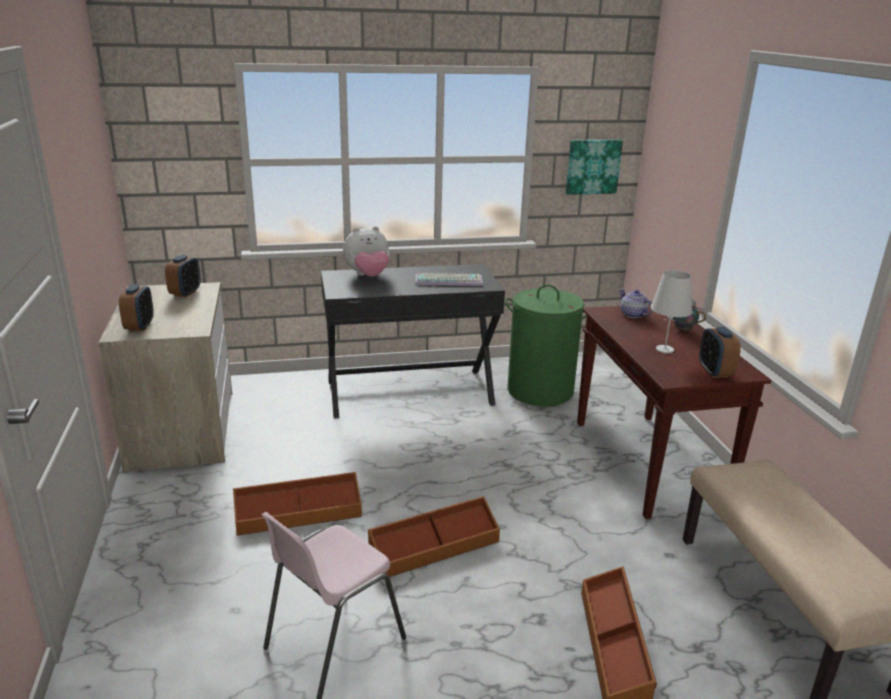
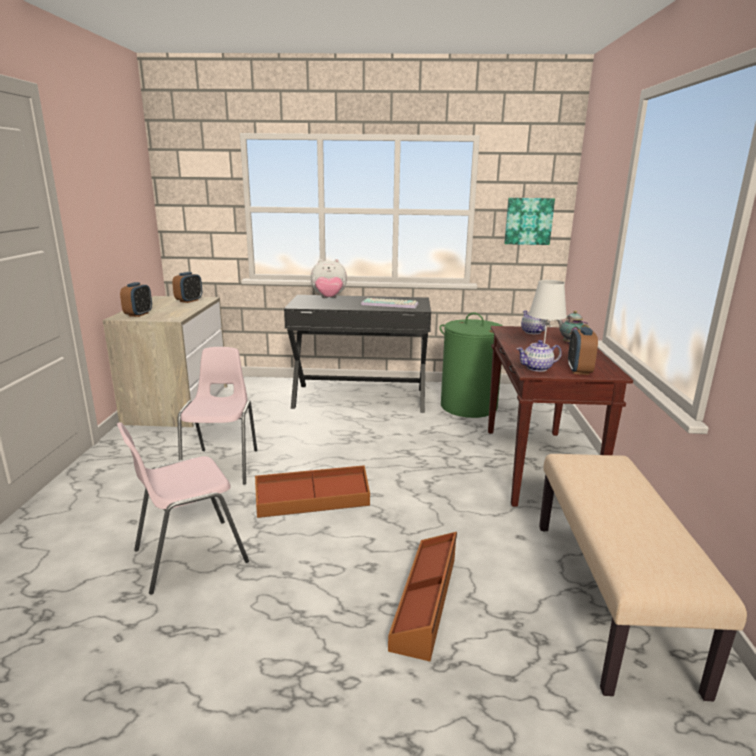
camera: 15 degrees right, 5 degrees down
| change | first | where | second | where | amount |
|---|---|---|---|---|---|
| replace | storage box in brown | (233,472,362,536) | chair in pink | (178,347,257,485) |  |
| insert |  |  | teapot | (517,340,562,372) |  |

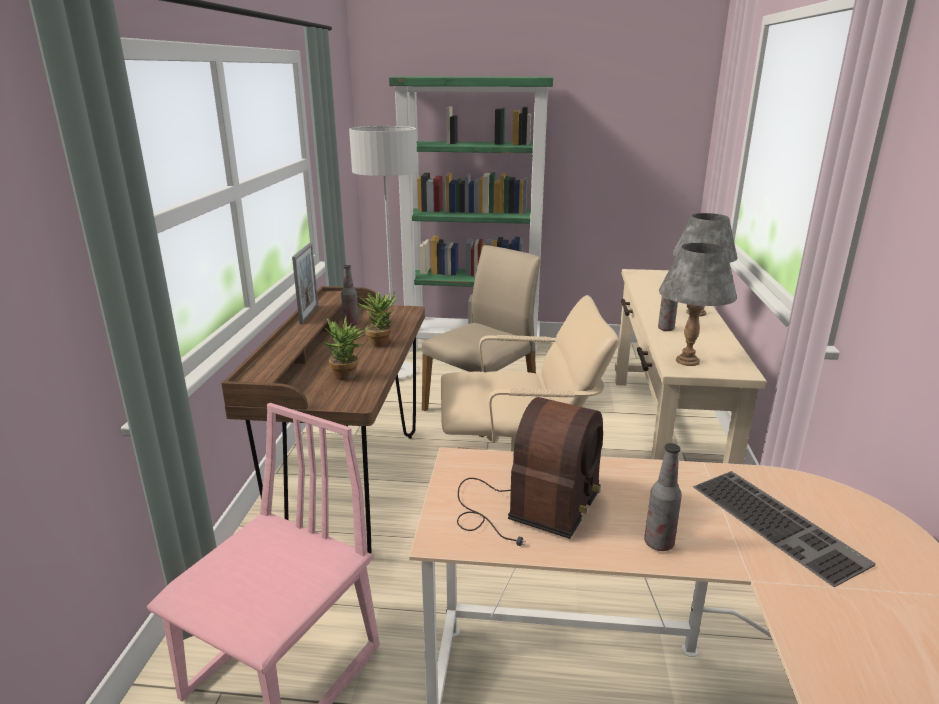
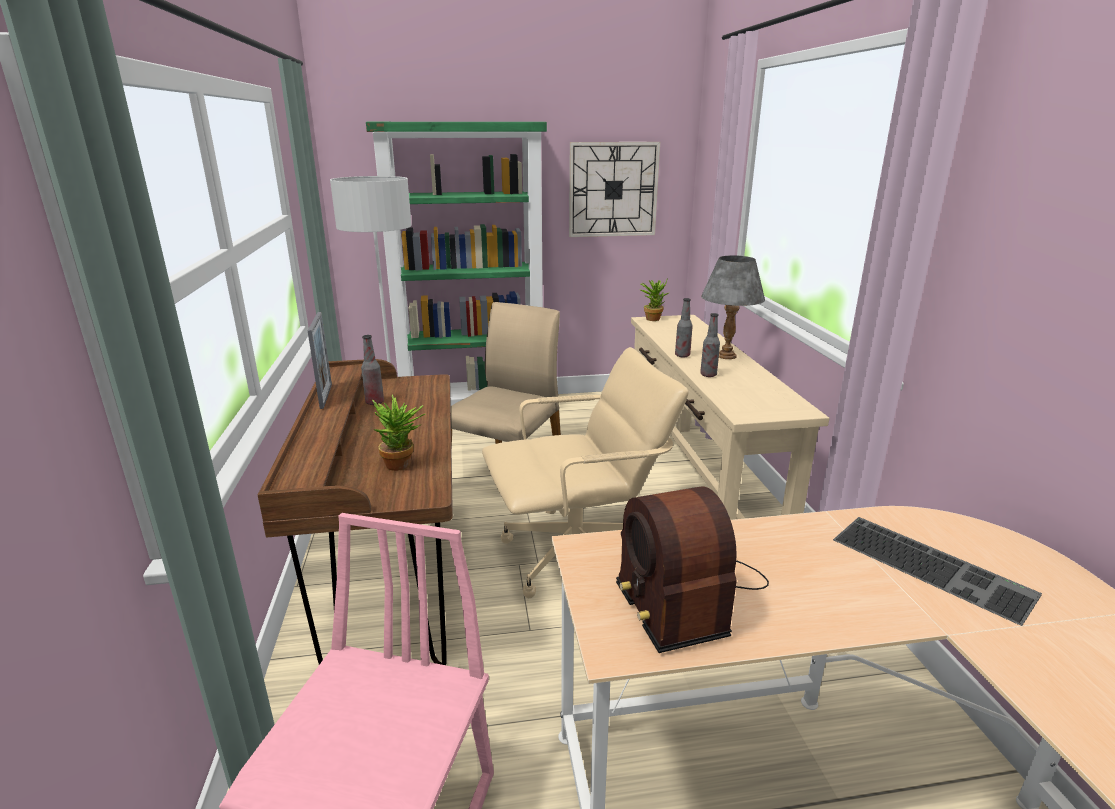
camera: 15 degrees left, 0 degrees up
| change | first | where | second | where | amount |
|---|---|---|---|---|---|
| insert |  |  | wall clock | (569,142,660,237) |  |
| rotate | radio | (457,397,603,546) |  | (616,486,769,653) | 150 degrees clockwise |
| move | potted plant | (357,291,397,347) |  | (639,280,668,321) |  |
| move | bottle | (644,443,682,551) |  | (675,298,693,357) |  |
| delete | table lamp in grey | (659,243,737,366) |  |  |  |

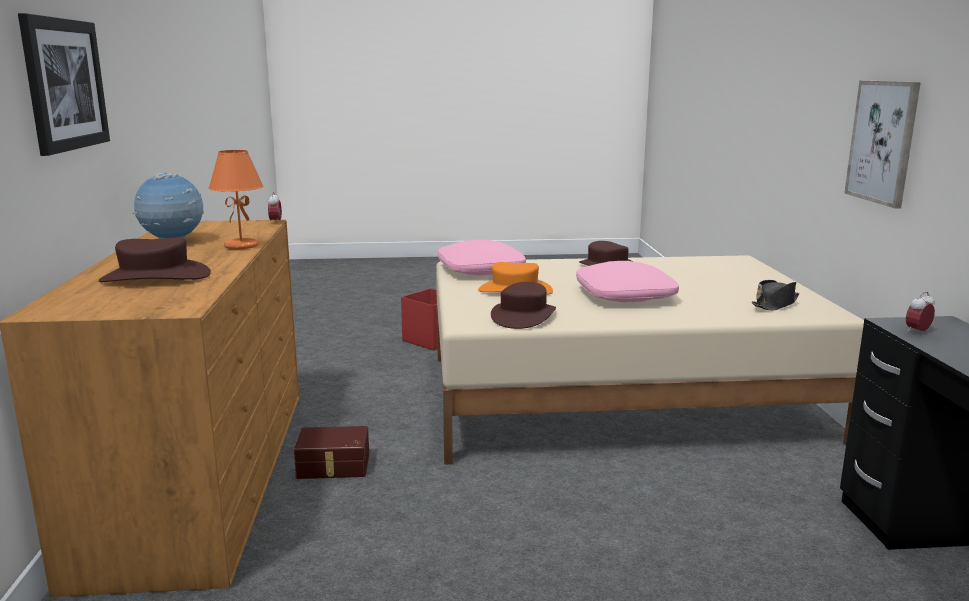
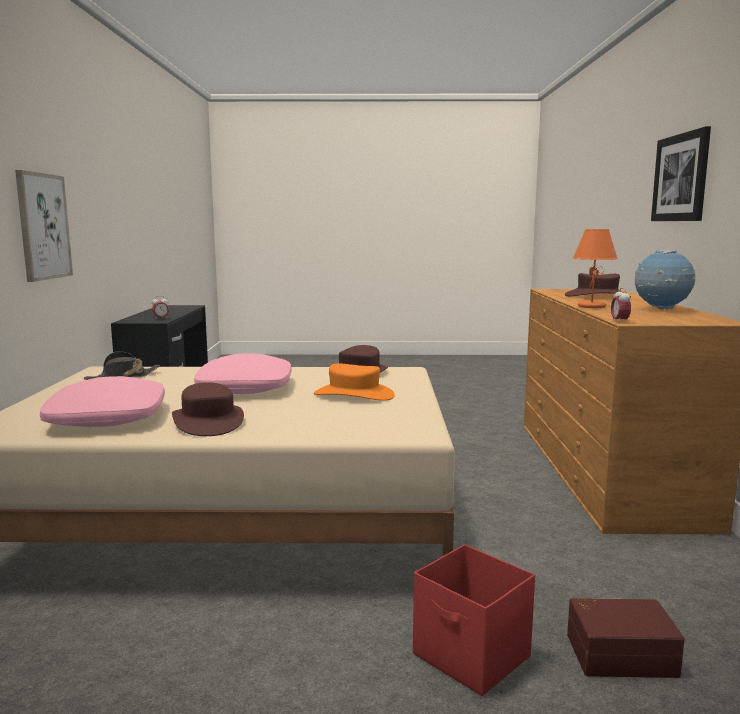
camera: 175 degrees left, 5 degrees down
| change | first | where | second | where | amount |
|---|---|---|---|---|---|
| move | pillow in pink | (438,239,526,275) |  | (40,376,165,427) |  |
| move | storage box in brown | (294,426,369,479) |  | (567,598,685,678) |  |

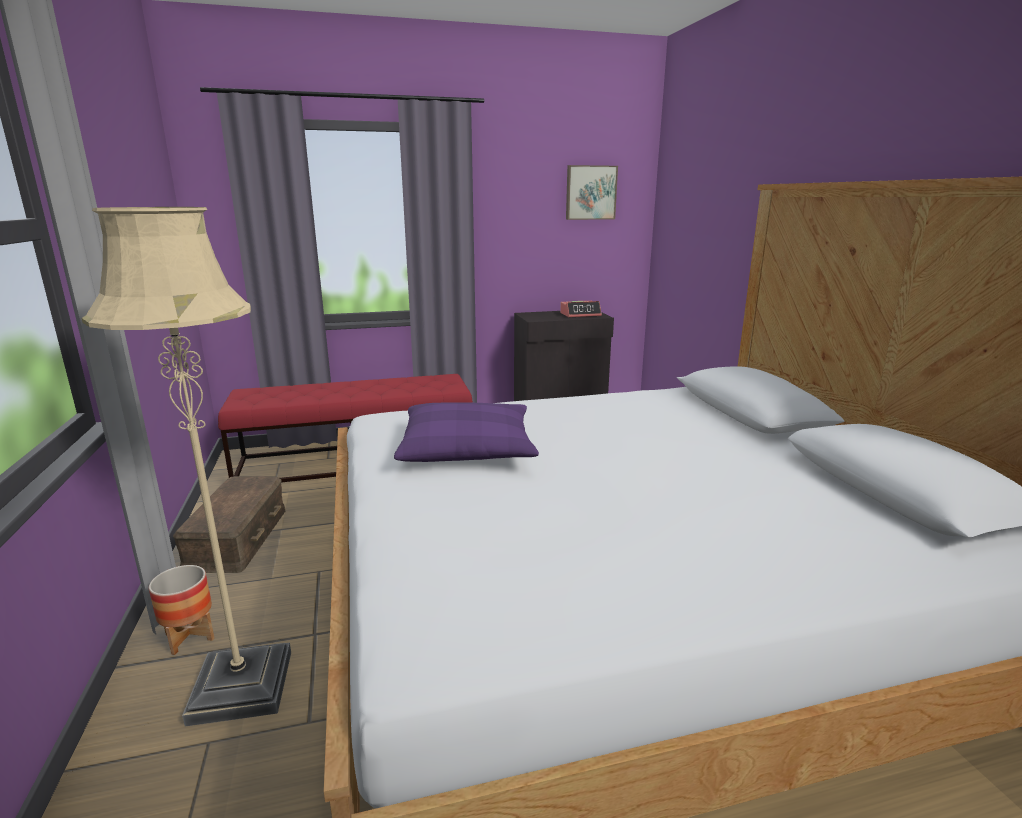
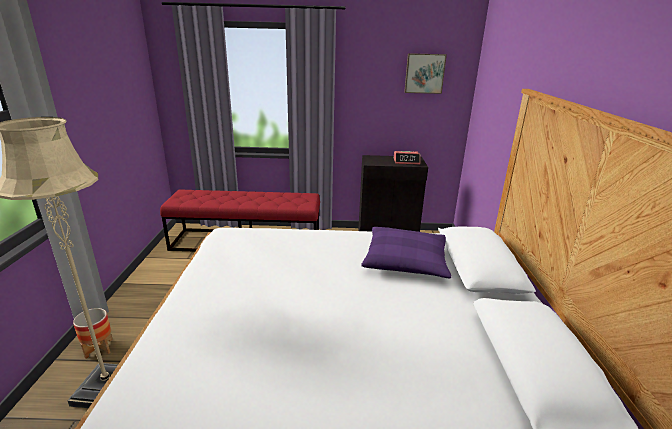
camera: 15 degrees right, 5 degrees up
| change | first | where | second | where | amount |
|---|---|---|---|---|---|
| move | pillow in purple | (394,402,539,462) |  | (361,227,451,278) |  |
| delete | storage box in brown | (173,476,285,573) |  |  |  |

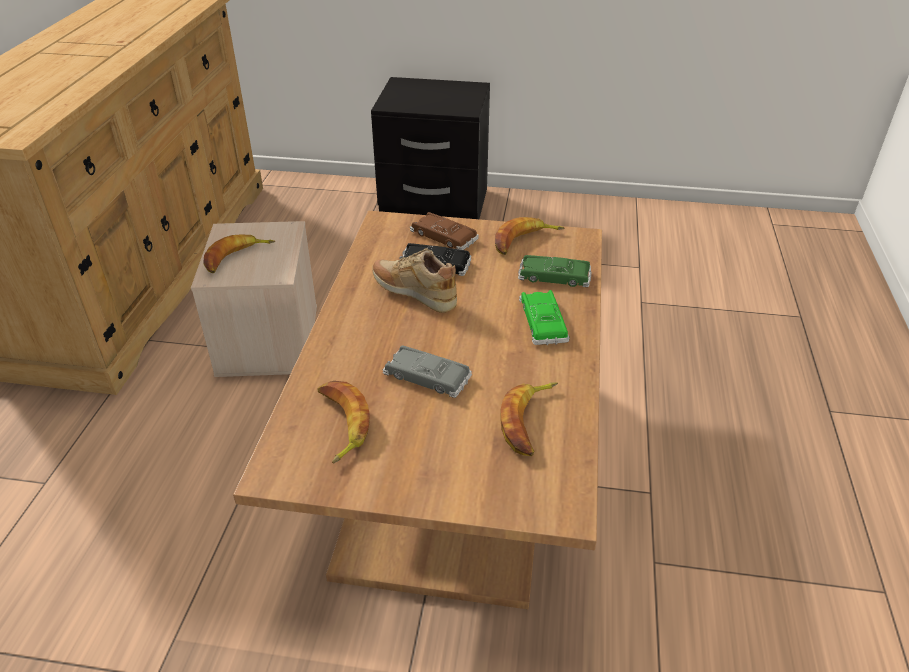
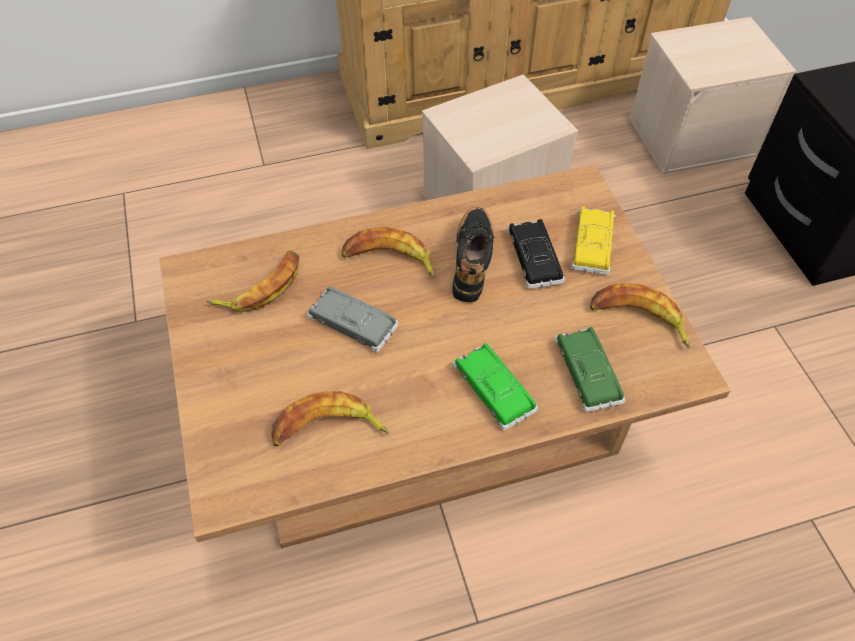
camera: 65 degrees right, 15 degrees up
| change | first | where | second | where | amount |
|---|---|---|---|---|---|
| rotate | toy car in grey | (383,346,472,398) |  | (307,286,399,352) | 60 degrees counterclockwise |
| move | banana | (203,234,275,273) |  | (342,227,435,278) |  |
| recolor | shoe in beige | (372,248,457,313) | shoe in black | (452,206,494,302) |  |
| rotate | toy car in green | (519,290,570,345) |  | (452,343,538,430) | 90 degrees counterclockwise |
| recolor | toy car in brown | (410,212,479,250) | toy car in yellow | (571,206,615,275) |  |
| insert |  |  | storage box in beige | (629,17,796,174) |  |

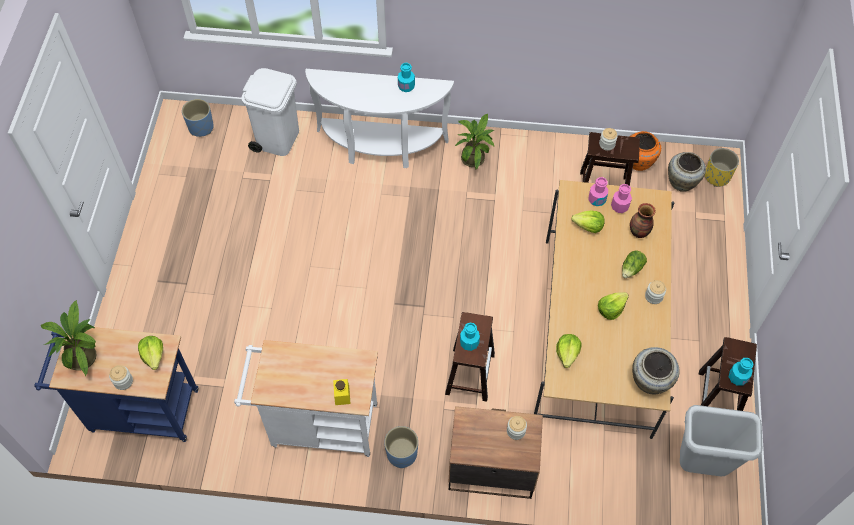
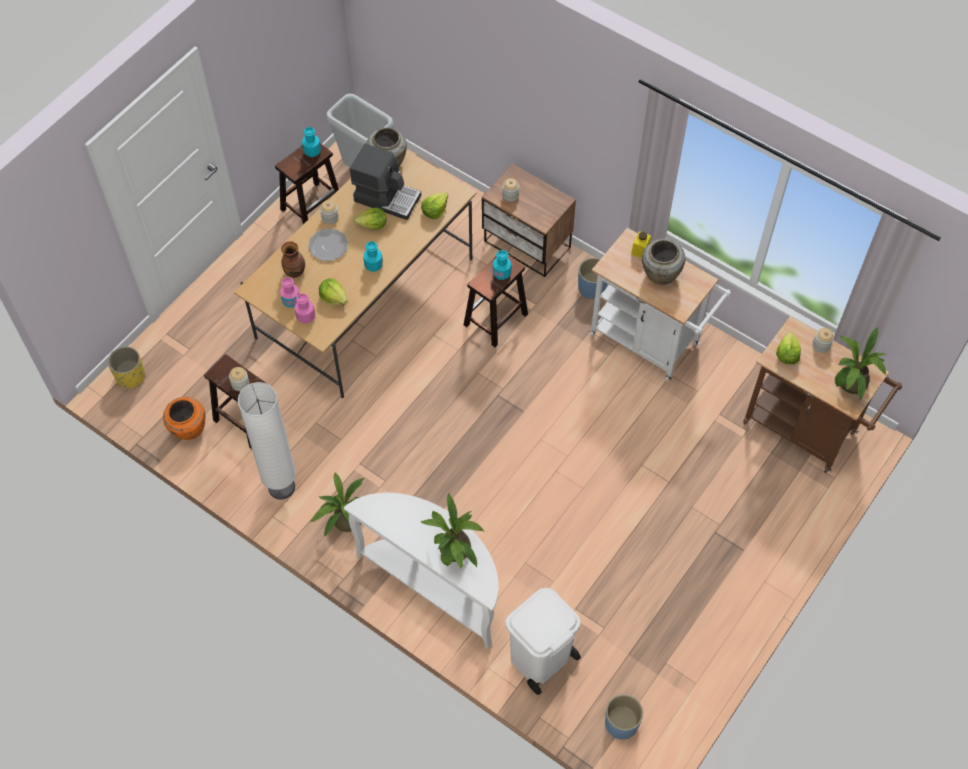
camera: 150 degrees left, 0 degrees up
| change | first | where | second | where | amount |
|---|---|---|---|---|---|
| insert |  |  | floor lamp in white | (238,382,296,500) |  |
| replace | lettuce | (622,251,647,278) | plate | (308,228,349,261) |  |
| insert |  |  | coffee machine | (350,143,421,220) |  |
| move | bottle in turquoise | (398,63,415,92) |  | (363,241,383,272) |  |
| insert |  |  | potted plant | (421,493,484,570) |  |
| move | vase in beige | (668,152,706,192) |  | (642,239,685,285) |  |
| recolor | cart in blue | (34,327,198,442) | cart in brown | (743,316,902,473) |  |

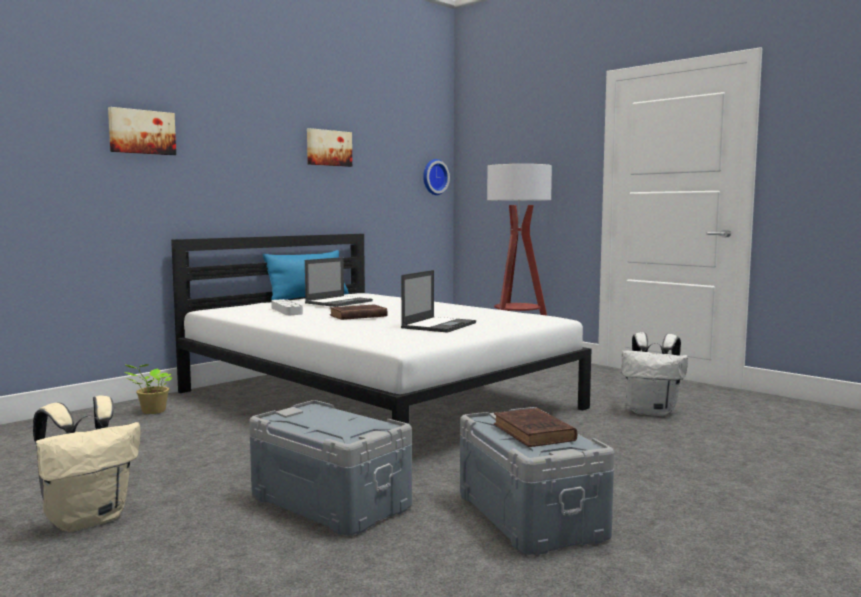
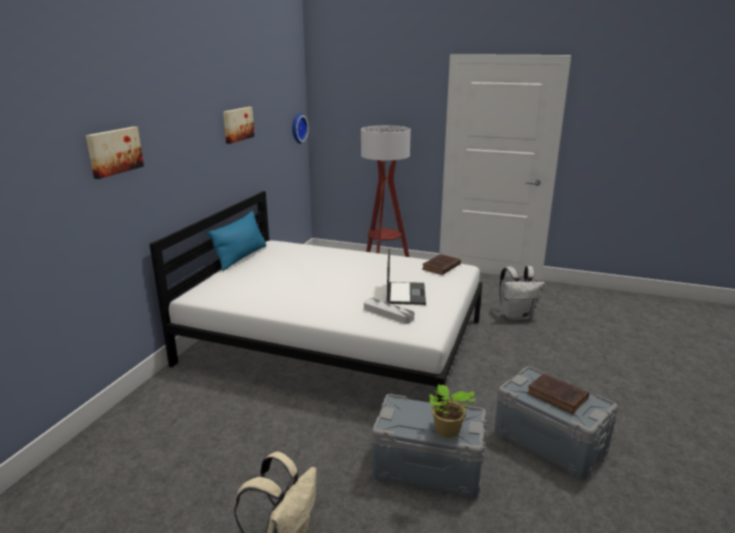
camera: 25 degrees left, 15 degrees up
| change | first | where | second | where | amount |
|---|---|---|---|---|---|
| move | tray in grey | (271,299,303,315) |  | (364,298,414,324) |  |
| move | book in brown | (330,305,388,320) |  | (422,254,461,275) |  |
| move | potted plant | (125,364,172,414) |  | (428,384,476,438) |  |
| delete | laptop | (305,257,373,307) |  |  |  |

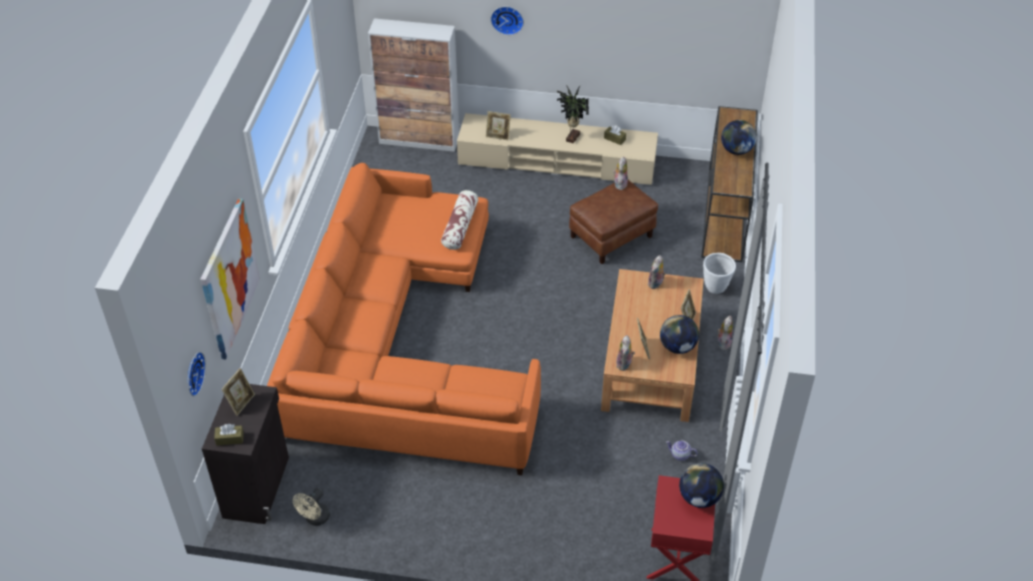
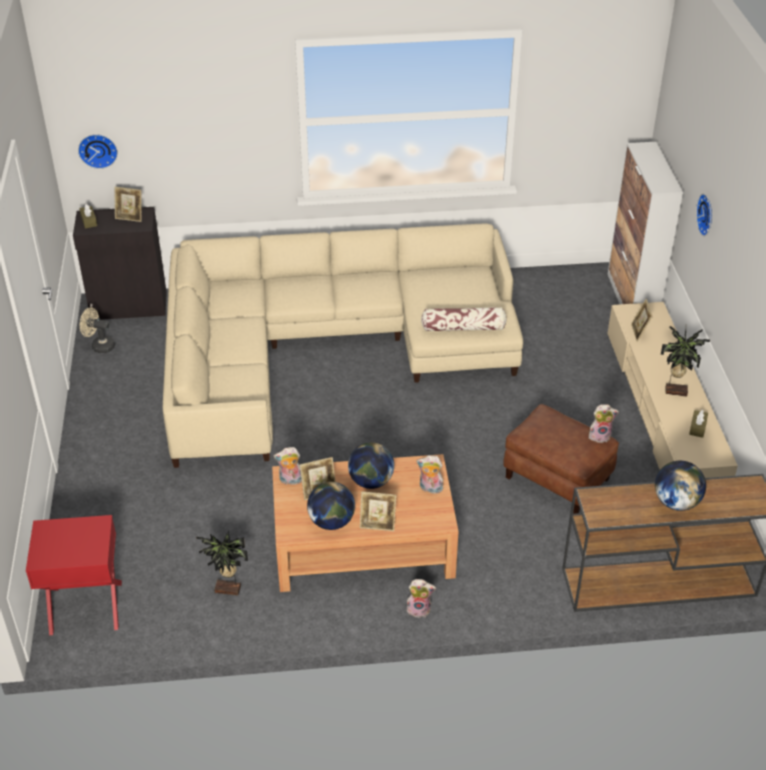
camera: 75 degrees right, 5 degrees down
| change | first | where | second | where | amount |
|---|---|---|---|---|---|
| recolor | sofa in orange | (267,163,541,475) | sofa in beige | (163,223,523,468) |  |
| replace | teapot | (666,441,698,461) | potted plant | (196,530,248,595) |  |
| move | globe | (679,463,724,508) |  | (348,442,394,489) |  |
| delete | picture | (200,198,260,359) |  |  |  |
| delete | planter in white | (703,253,736,294) |  |  |  |

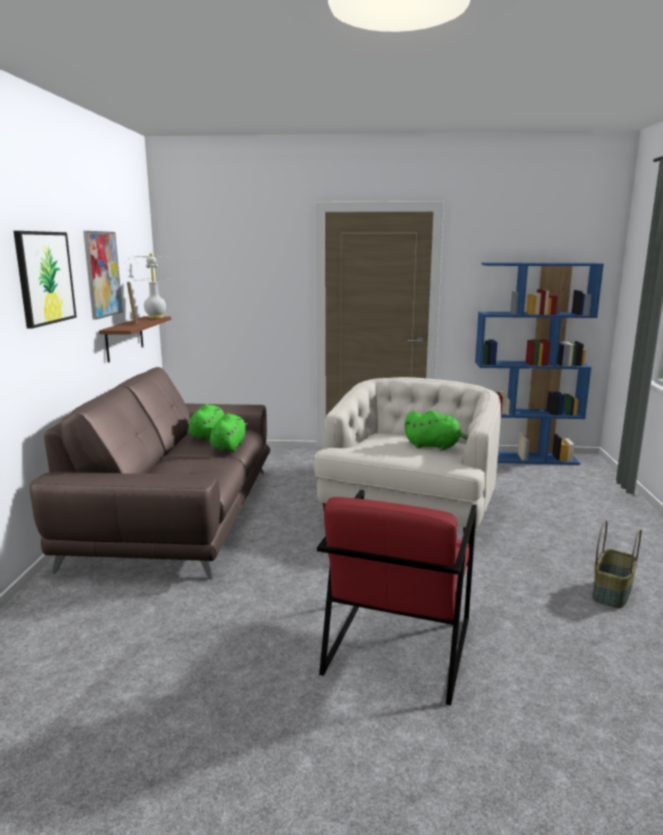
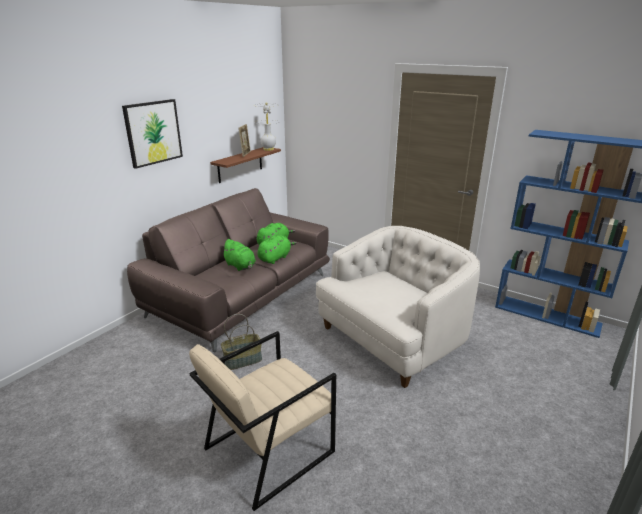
camera: 30 degrees right, 10 degrees up
| change | first | where | second | where | amount |
|---|---|---|---|---|---|
| recolor | armchair in red | (317,490,477,705) | armchair in beige | (189,331,336,511) |  |
| move | plush toy in green | (404,410,468,450) |  | (221,239,256,271) |  |
| move | basket | (592,520,641,608) |  | (221,314,262,370) |  |
| delete | picture | (83,231,123,320) |  |  |  |

